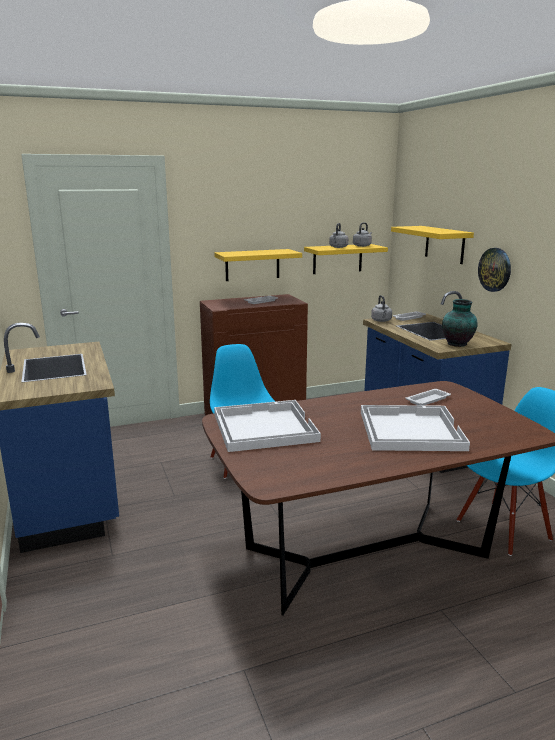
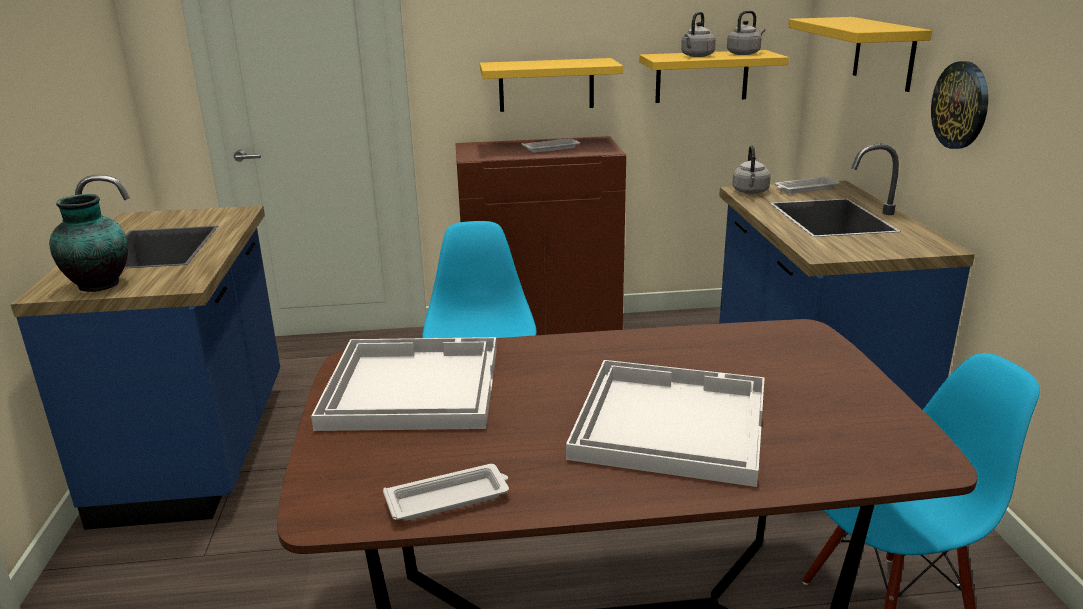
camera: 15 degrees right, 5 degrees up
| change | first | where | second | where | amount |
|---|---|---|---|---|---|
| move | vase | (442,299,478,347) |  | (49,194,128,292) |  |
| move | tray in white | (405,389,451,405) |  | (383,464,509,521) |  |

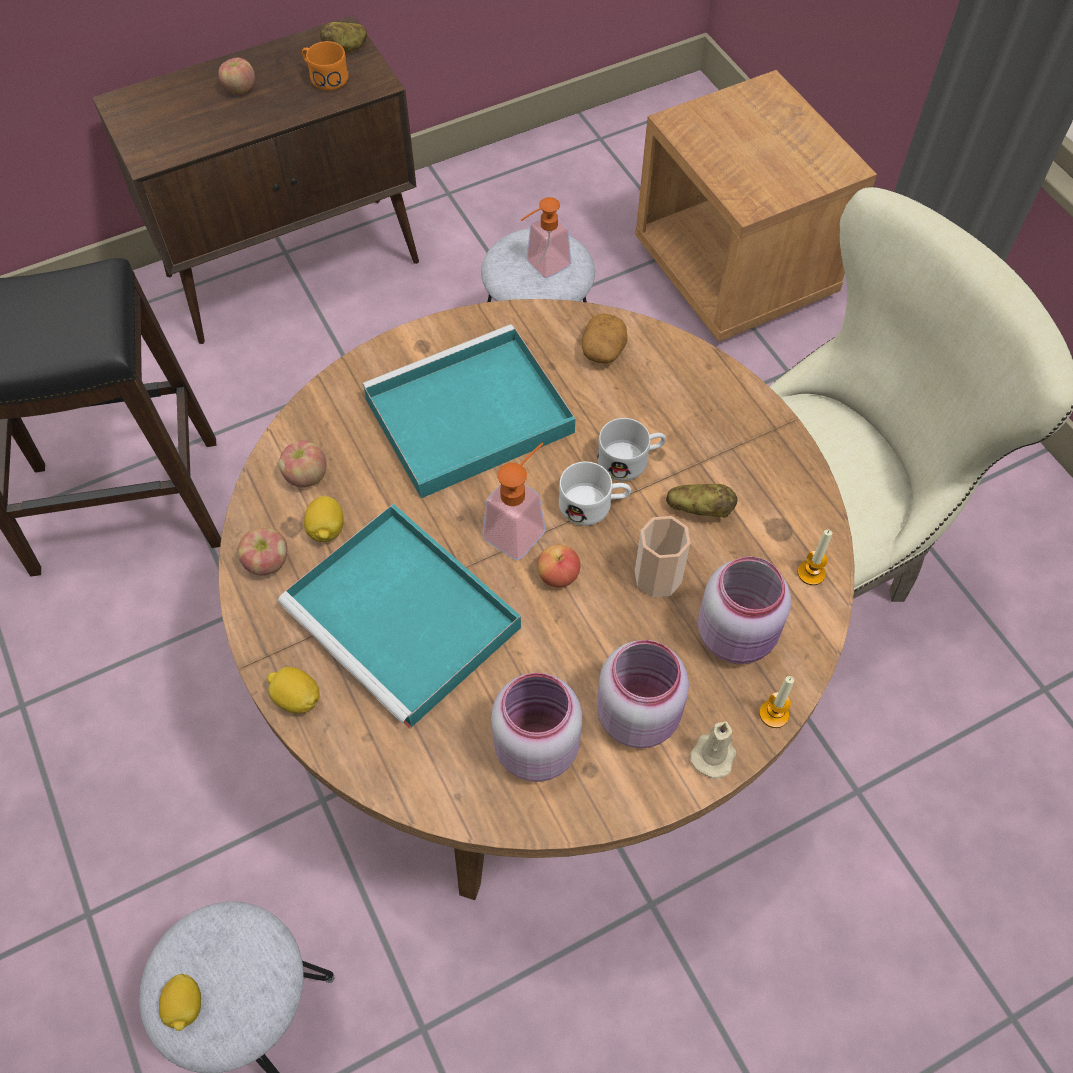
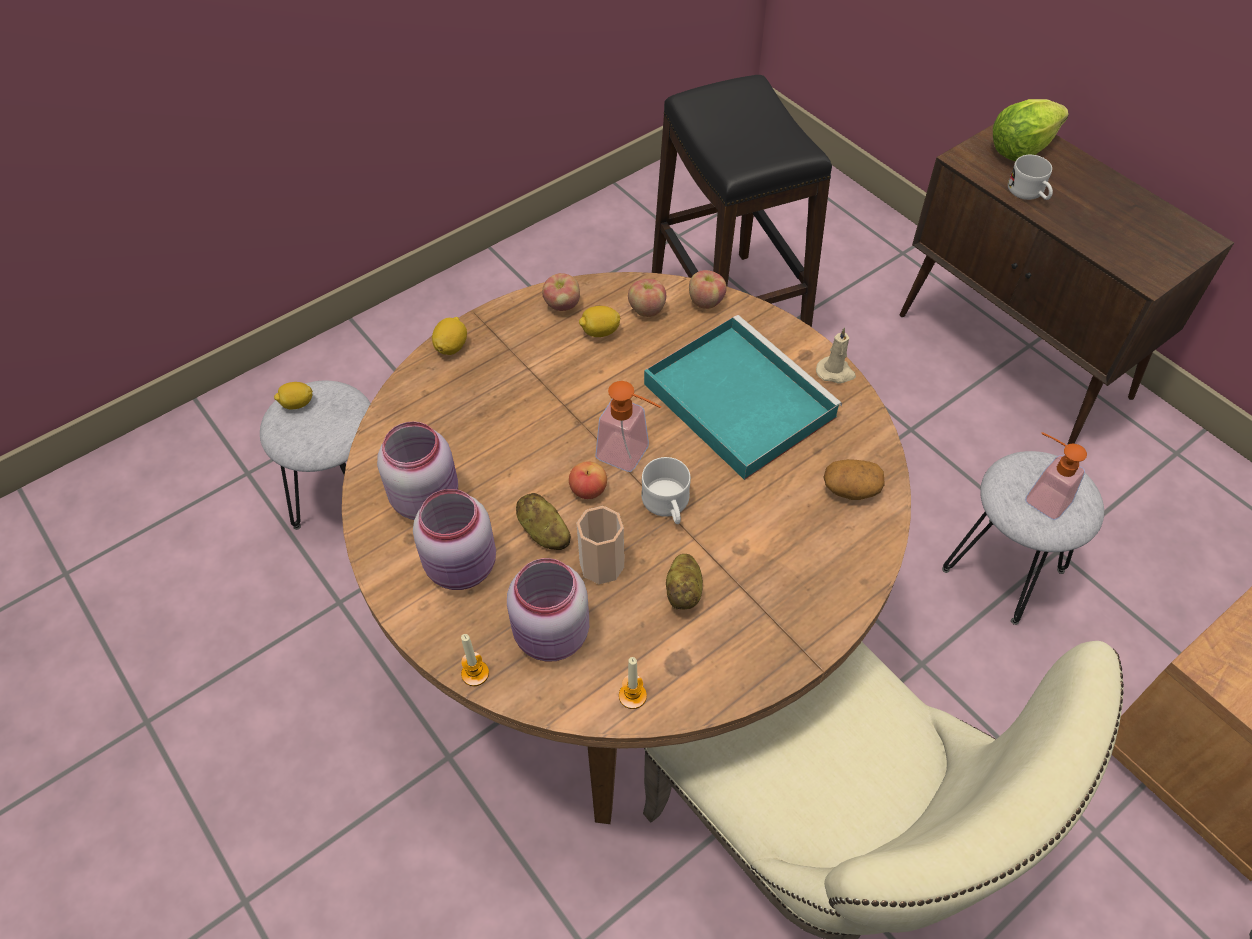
camera: 80 degrees right, 5 degrees down
| change | first | where | second | where | amount |
|---|---|---|---|---|---|
| move | potato | (320,22,367,52) |  | (516,493,571,550) |  |
| move | apple | (219,58,255,94) |  | (689,270,727,309) |  |
| move | candle in beige | (690,721,737,778) |  | (816,327,856,384) |  |
| insert |  |  | lettuce | (993,99,1069,162) |  |
| move | mug in white | (597,418,666,481) |  | (1008,155,1053,200) |  |
| delete | tray in turquoise | (278,504,521,729) |  |  |  |
| delete | mug in orange | (302,41,349,91) |  |  |  |

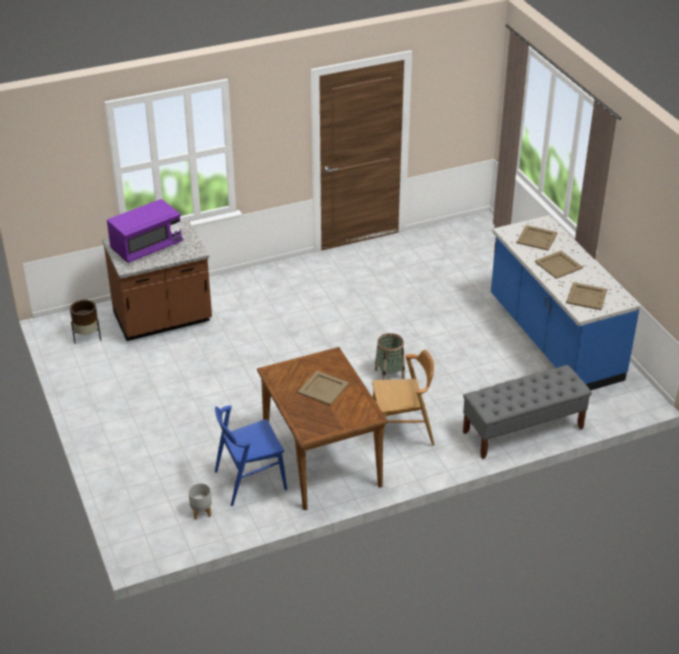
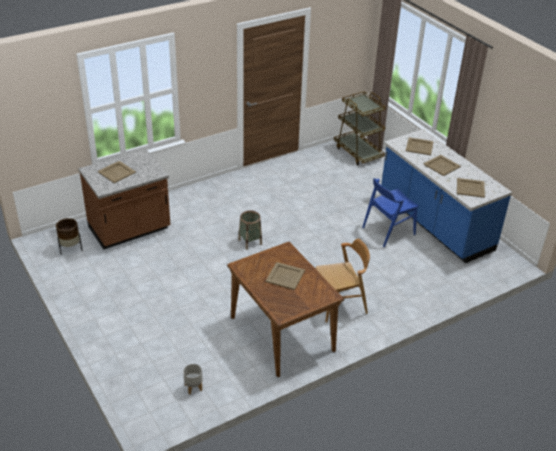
camera: 10 degrees left, 0 degrees up
| change | first | where | second | where | amount |
|---|---|---|---|---|---|
| replace | microwave in purple | (107,199,183,263) | tray in beige | (98,161,136,183) |  |
| move | basket | (374,333,405,380) |  | (238,210,262,250) |  |
| insert |  |  | cart in brown | (334,91,386,165) |  |
| move | chair in blue | (215,405,287,506) |  | (362,178,419,247) |  |
| delete | bench in grey | (463,365,592,459) |  |  |  |

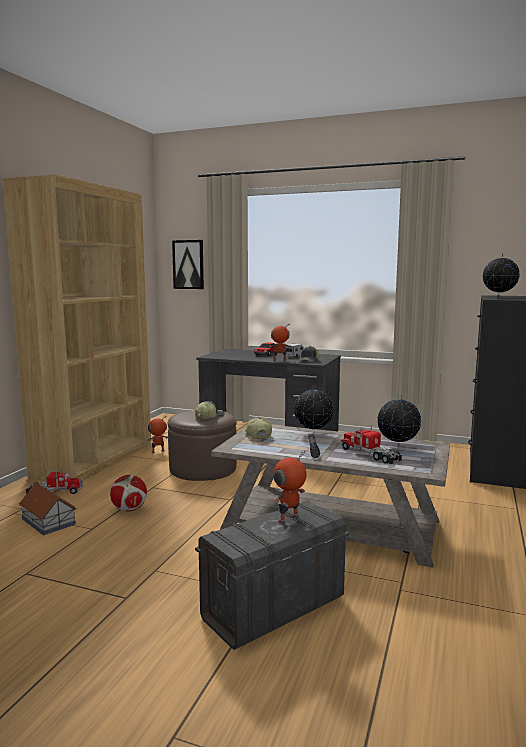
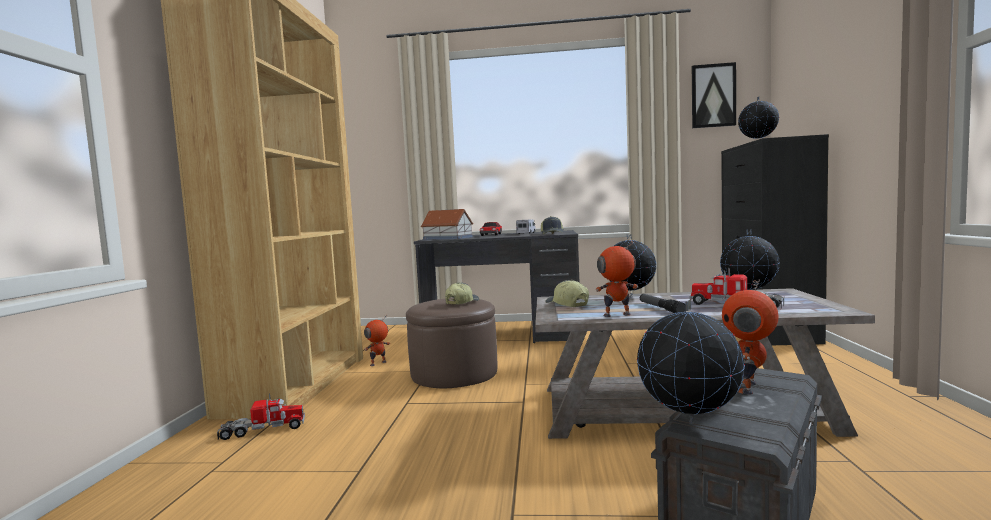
camera: 15 degrees left, 5 degrees down
| change | first | where | second | where | amount |
|---|---|---|---|---|---|
| move | toy house | (19,483,77,535) |  | (421,209,474,240) |  |
| move | toy robot | (269,324,291,361) |  | (596,240,638,317) |  |
| insert |  |  | globe | (637,300,745,424) |  |
| move | picture | (172,240,204,289) |  | (692,62,736,128) |  |
| delete | football | (110,475,147,511) |  |  |  |

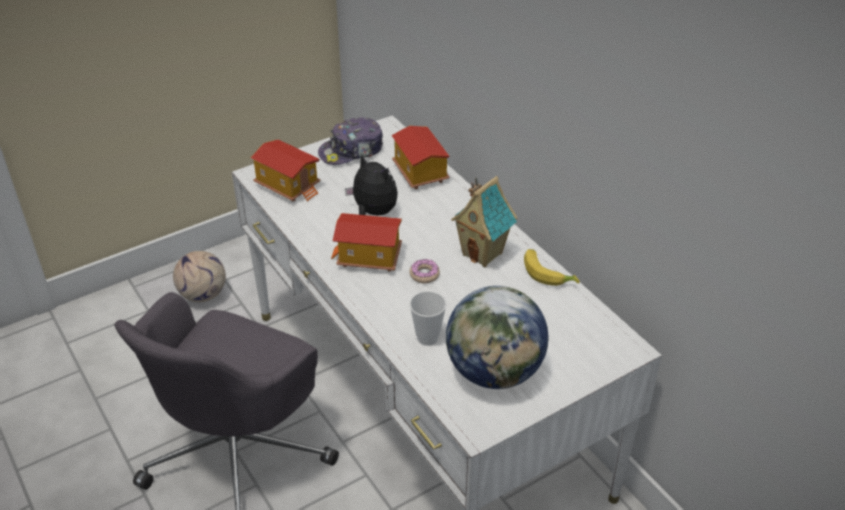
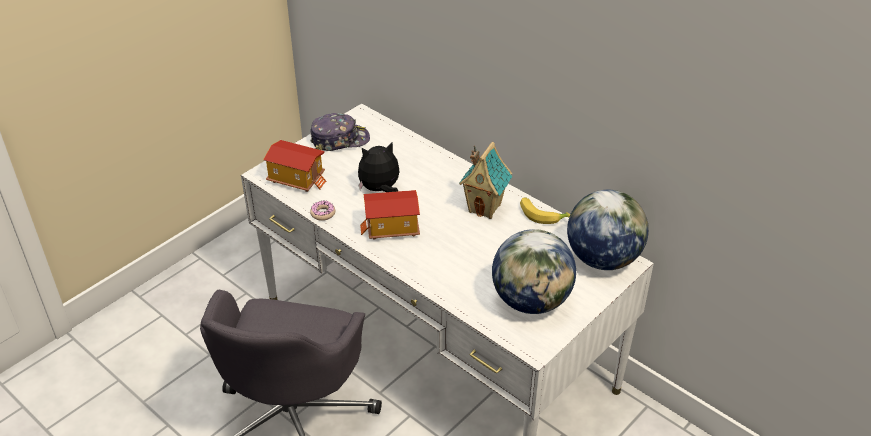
camera: 15 degrees left, 0 degrees up
| change | first | where | second | where | amount |
|---|---|---|---|---|---|
| rotate | cap | (318,117,383,165) |  | (310,113,370,151) | 150 degrees counterclockwise |
| move | donut | (410,259,440,284) |  | (310,201,335,221) |  |
| rotate | plush toy | (345,154,398,215) |  | (358,142,399,192) | 45 degrees counterclockwise |
| insert |  |  | globe | (567,190,649,270) |  |
| delete | football | (173,251,226,302) |  |  |  |
| delete | toy house | (392,126,449,189) |  |  |  |
| delete | cup | (410,291,446,346) |  |  |  |

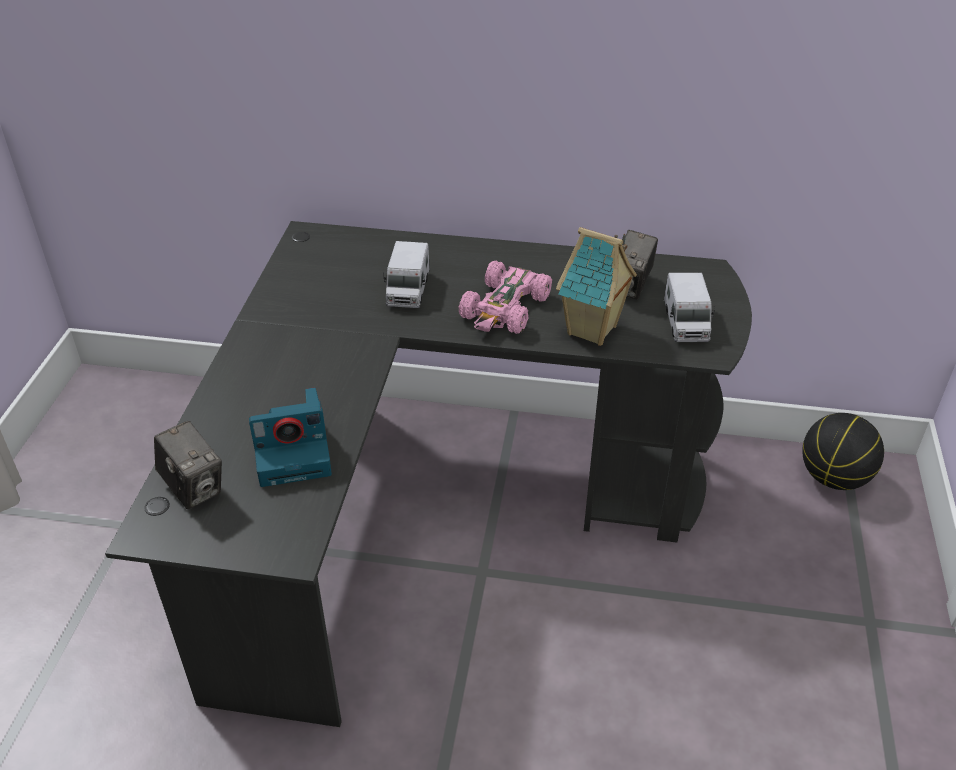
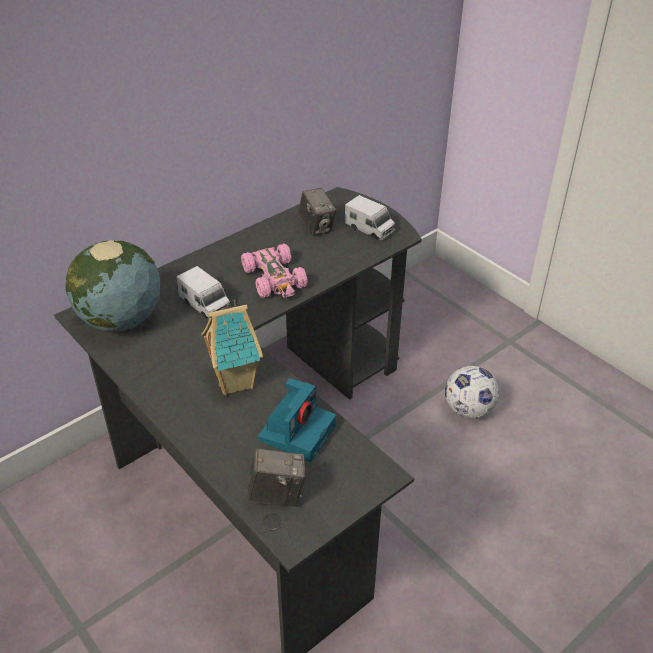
camera: 50 degrees left, 0 degrees up
| change | first | where | second | where | amount |
|---|---|---|---|---|---|
| insert |  |  | globe | (65,240,160,331) |  |
| move | toy house | (556,227,637,346) |  | (202,299,263,395) |  |
| insert |  |  | football | (445,366,499,419) |  |
| delete | basketball | (802,413,884,490) |  |  |  |

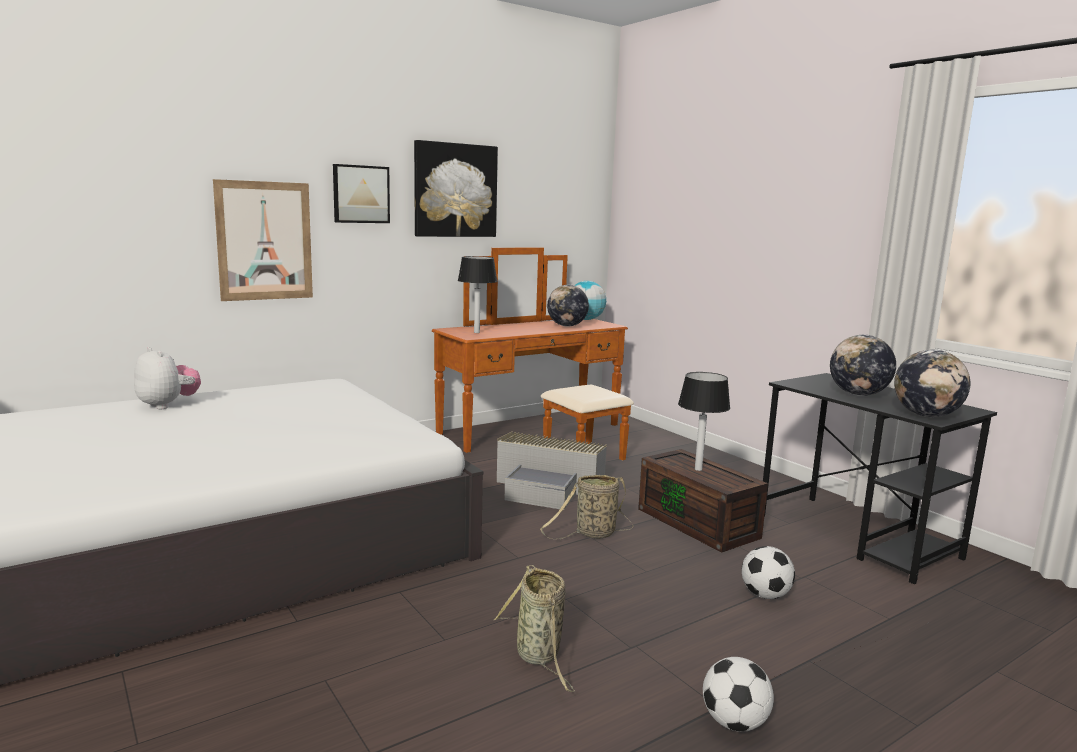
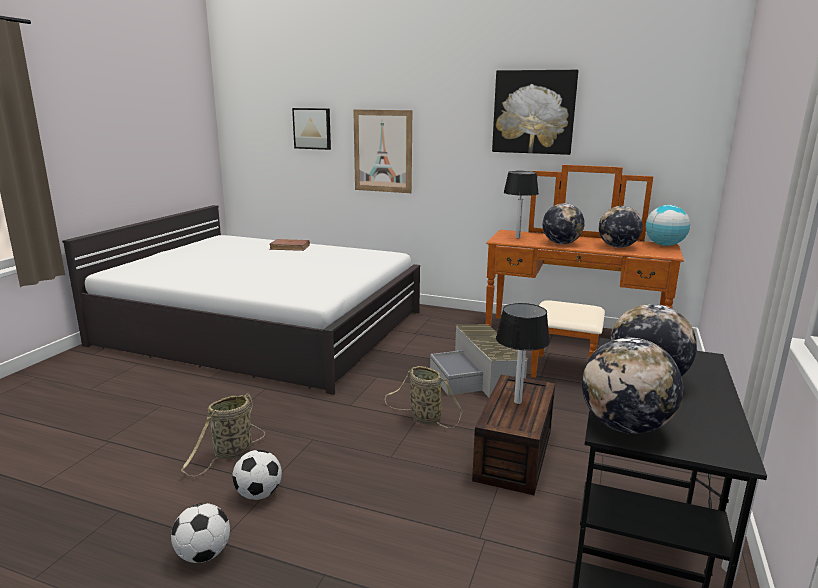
camera: 55 degrees right, 5 degrees up
| change | first | where | second | where | amount |
|---|---|---|---|---|---|
| move | football | (741,546,795,599) |  | (232,450,282,500) |  |
| replace | plush toy | (134,347,201,409) | book in brown | (269,239,310,251) |  |
| move | picture | (333,164,390,223) |  | (292,108,331,150) |  |
| insert |  |  | globe | (543,203,585,244) |  |

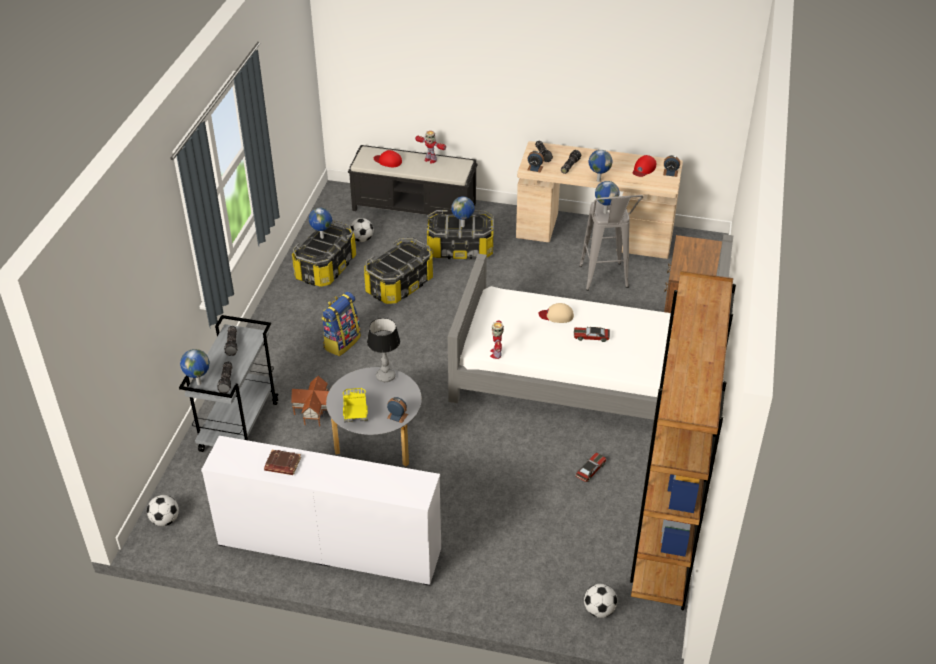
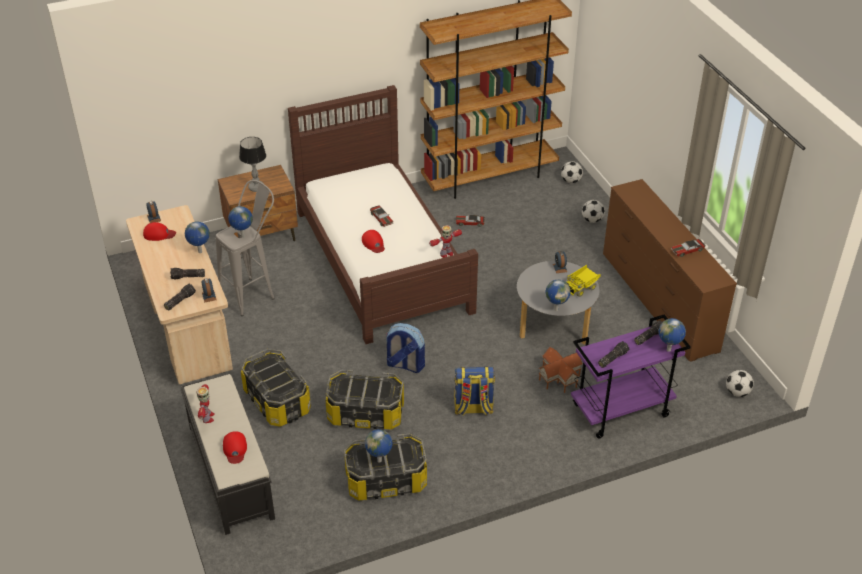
camera: 125 degrees left, 0 degrees up
| change | first | where | second | where | amount |
|---|---|---|---|---|---|
| move | table lamp | (367,318,400,382) |  | (239,137,266,192) |  |
| recolor | bed in grey | (448,234,733,420) | bed in brown | (288,85,478,344) |  |
| recolor | cap in beige | (538,303,574,323) | cap in red | (362,230,385,253) |  |
| insert |  |  | backpack | (386,323,425,373) |  |
| move | globe | (451,196,475,227) |  | (546,280,571,311) |  |
| recolor | cart in grey | (179,315,278,452) | cart in purple | (571,315,691,439) |  |
| move | football | (350,218,374,242) |  | (582,200,605,223) |  |
| recolor | dresser in white | (201,436,441,586) | dresser in brown | (603,179,737,362) |  |
| replace | book in brown | (264,450,301,475) | toy car | (671,239,705,257) |  |

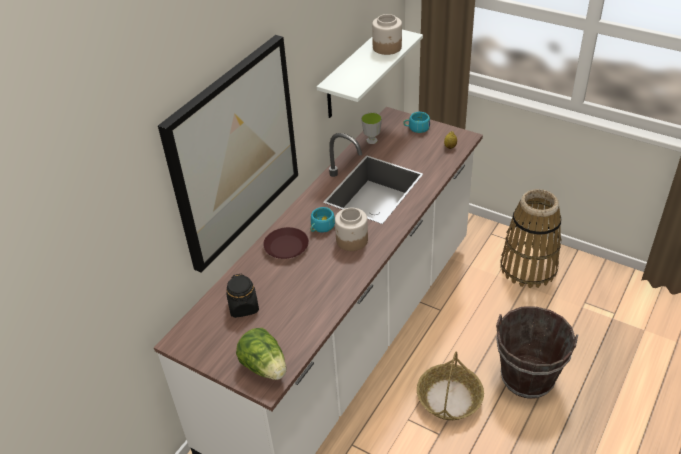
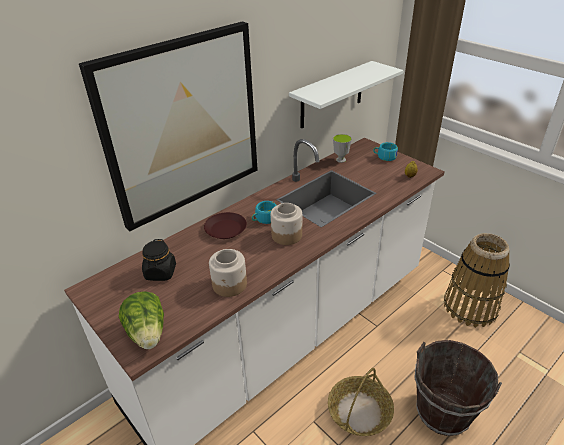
camera: 15 degrees right, 5 degrees down
| change | first | where | second | where | amount |
|---|---|---|---|---|---|
| move | jar | (372,14,402,55) |  | (209,249,247,297) |  |

